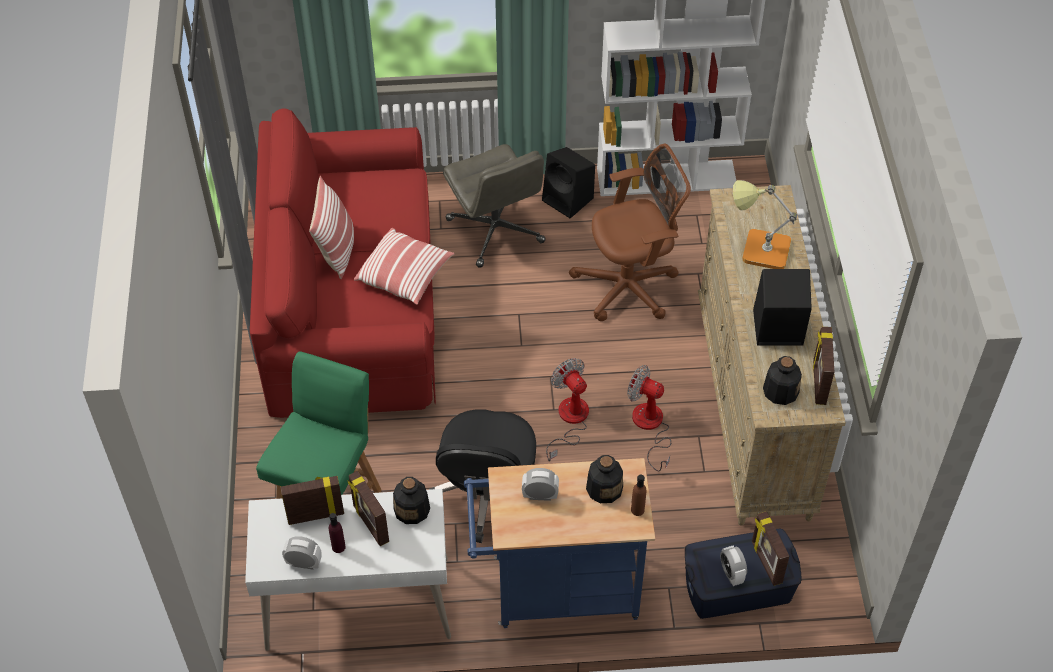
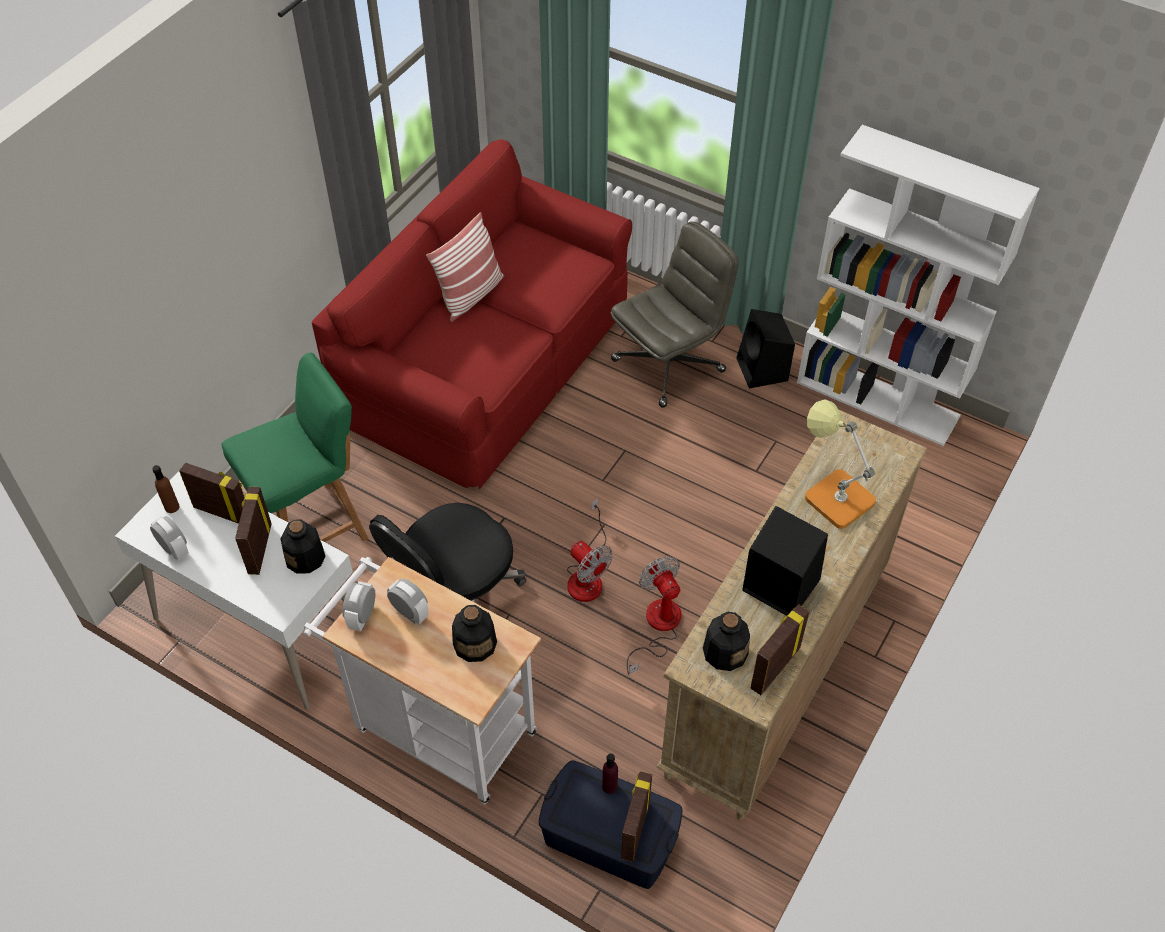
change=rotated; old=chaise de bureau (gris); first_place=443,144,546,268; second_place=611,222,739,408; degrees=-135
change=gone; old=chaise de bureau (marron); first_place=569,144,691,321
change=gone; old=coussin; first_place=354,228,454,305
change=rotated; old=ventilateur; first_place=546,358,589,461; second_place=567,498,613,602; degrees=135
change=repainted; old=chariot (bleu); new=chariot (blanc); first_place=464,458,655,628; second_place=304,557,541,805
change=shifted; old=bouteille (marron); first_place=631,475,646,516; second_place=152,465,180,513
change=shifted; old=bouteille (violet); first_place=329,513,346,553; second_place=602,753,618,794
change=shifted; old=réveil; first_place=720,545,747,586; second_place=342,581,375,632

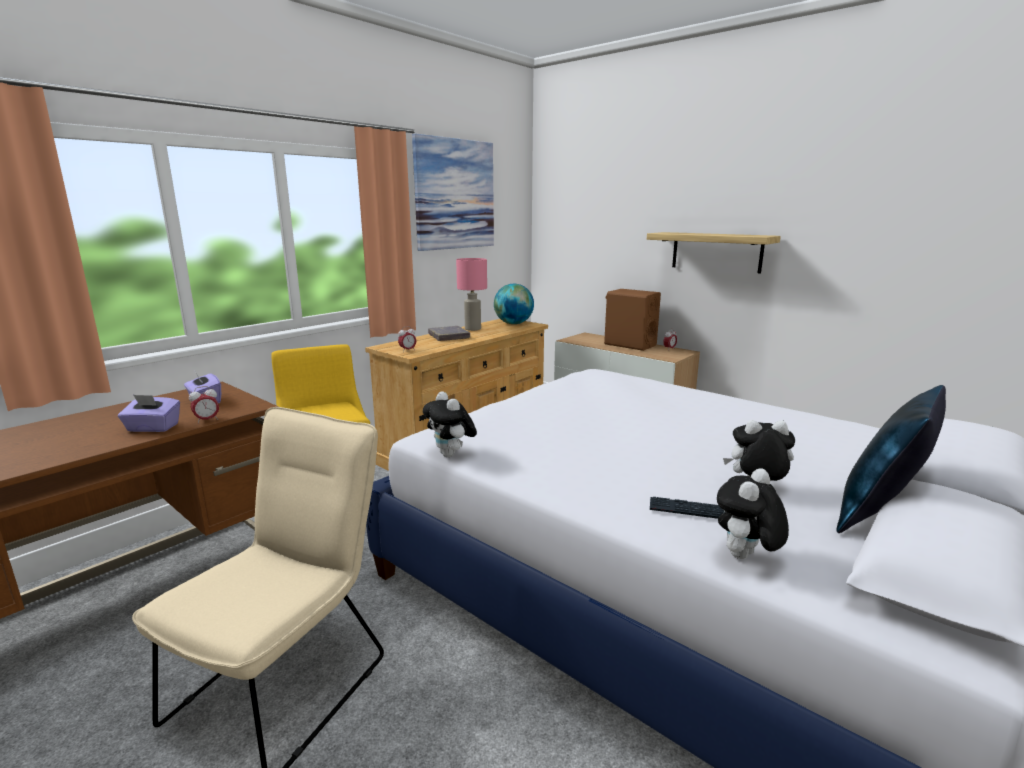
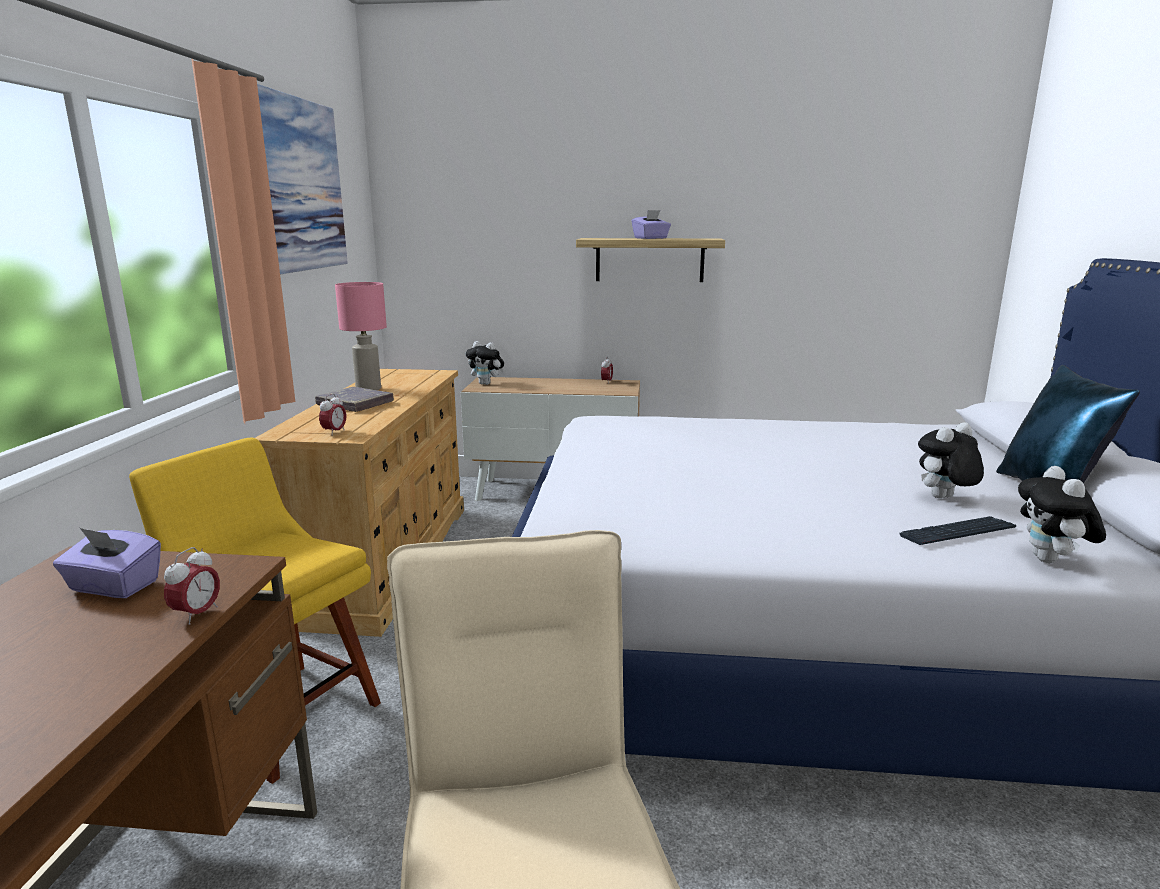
change=gone; old=globe; first_place=494,284,534,324
change=gone; old=enceinte (marron); first_place=604,289,661,351
change=shifted; old=peluche; first_place=423,391,477,457; second_place=466,341,504,385
change=shifted; old=boîte à mouchoirs (violet); first_place=118,395,180,432; second_place=632,210,671,239

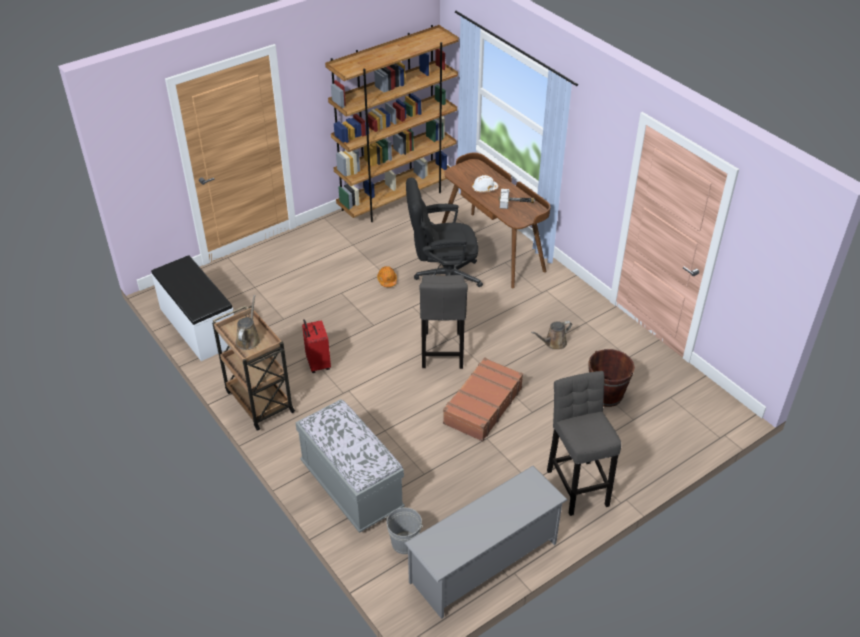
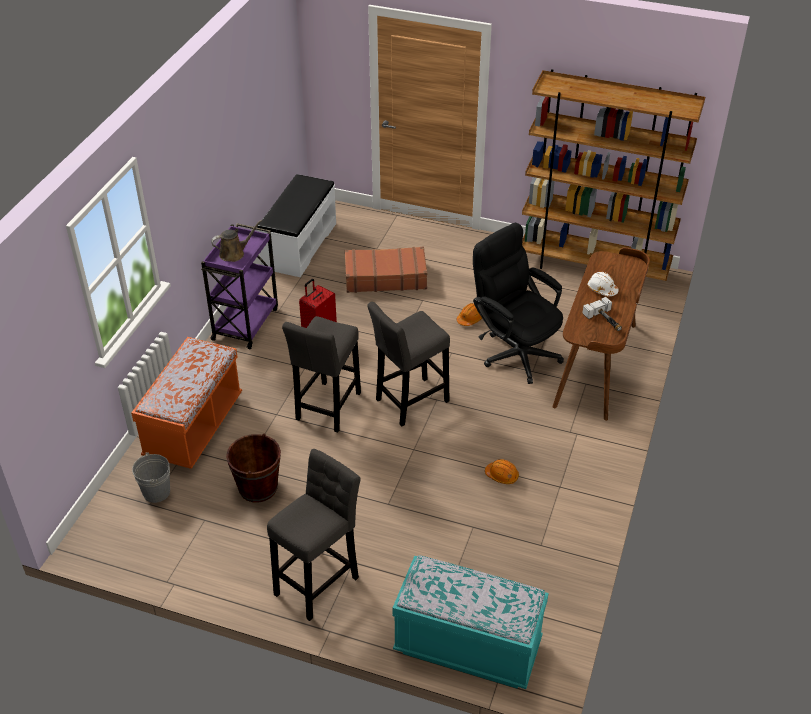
change=repainted; old=chariot (marron); new=chariot (violet); first_place=212,306,295,431; second_place=201,223,278,349
change=swapped; old=arrosoir (marron); new=casque de chantier (orange); first_place=531,321,572,350; second_place=485,459,519,484
change=shifted; old=seau (marron); first_place=588,349,635,407; second_place=226,433,281,502
change=shifted; old=valise (marron); first_place=443,357,523,442; second_place=345,247,427,293
change=repainted; old=banc (gris); new=banc (orange); first_place=295,399,405,533; second_place=131,337,242,469
change=gone; old=étagère à chaussures (gris); first_place=405,466,568,619
change=new; new=tabouret (gris); second_place=282,316,361,432
change=new; new=banc (turquoise); second_place=393,555,549,689

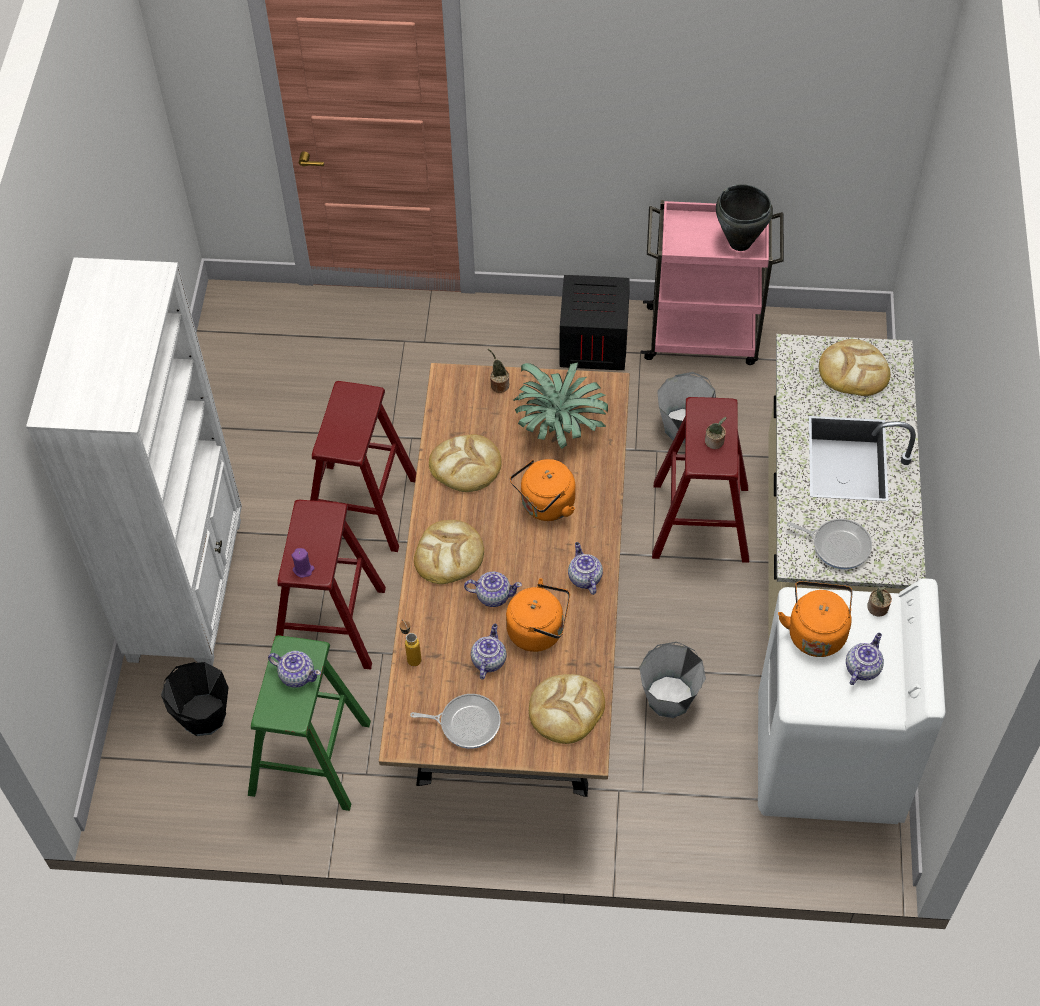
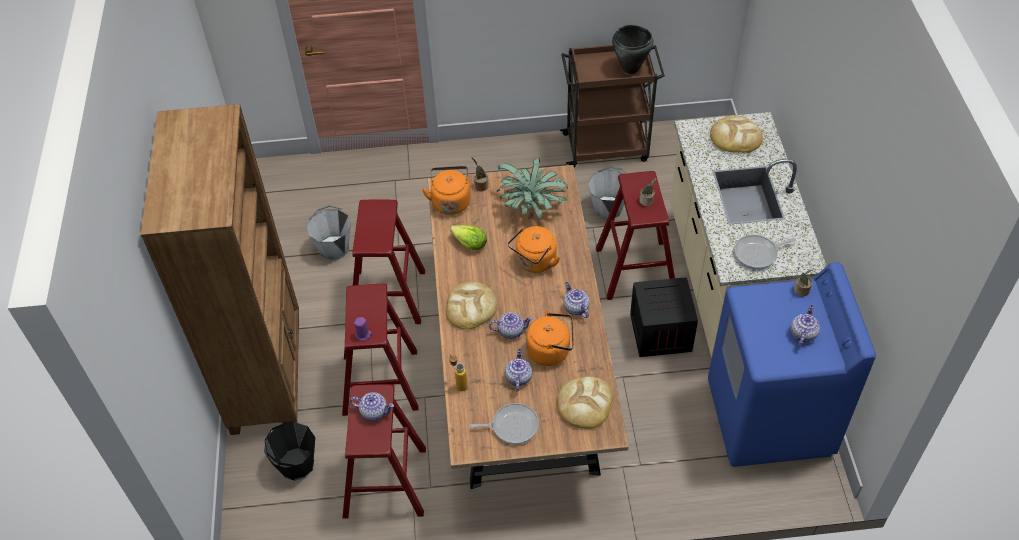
change=repainted; old=chariot (rose); new=chariot (marron); first_place=640,200,784,365; second_place=560,45,665,168
change=repainted; old=bibliothèque (blanc); new=bibliothèque (marron); first_place=26,257,242,666; second_place=141,104,299,435
change=shifted; old=caisse; first_place=559,275,630,370; second_place=630,277,698,357
change=swapped; old=pain; new=laitue; first_place=429,434,502,492; second_place=450,225,487,250
change=rotated; old=poêle; first_place=787,519,872,569; second_place=734,235,796,270; degrees=150
change=repainted; old=lave-linge (blanc); new=lave-linge (bleu); first_place=758,578,946,824; second_place=708,262,876,467
change=shifted; old=bouilloire (orange); first_place=778,581,853,657; second_place=422,166,470,215
change=repainted; old=tabouret (vert); new=tabouret (rouge); first_place=248,635,371,811; second_place=342,384,426,519
change=shifted; old=seau (gris); first_place=639,642,706,718; second_place=306,206,351,260

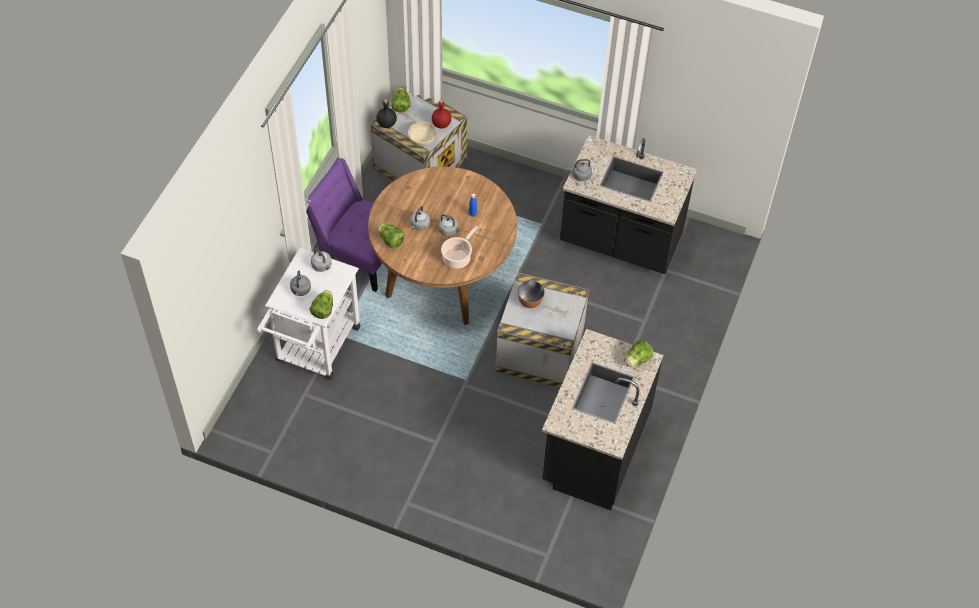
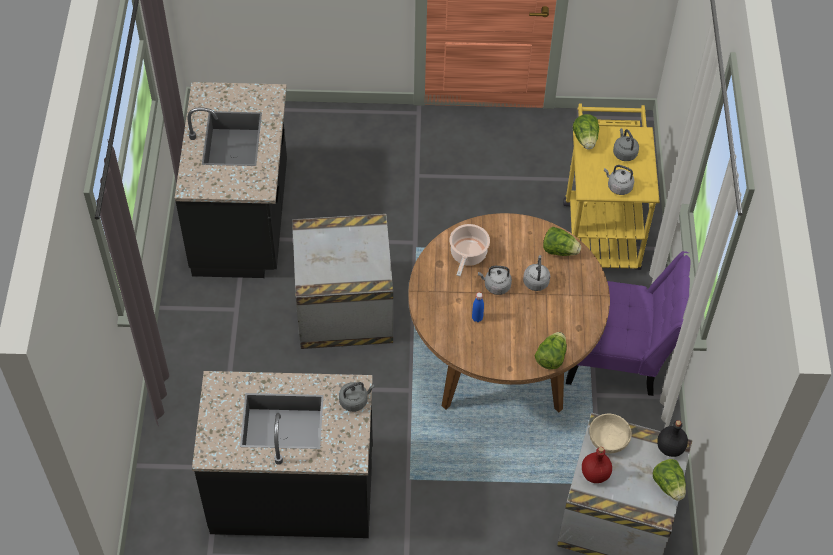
change=repainted; old=chariot (blanc); new=chariot (jaune); first_place=257,248,360,380; second_place=563,104,660,270
change=gone; old=bol; first_place=517,280,545,308
change=shifted; old=laitue; first_place=625,340,653,367; second_place=535,332,567,370

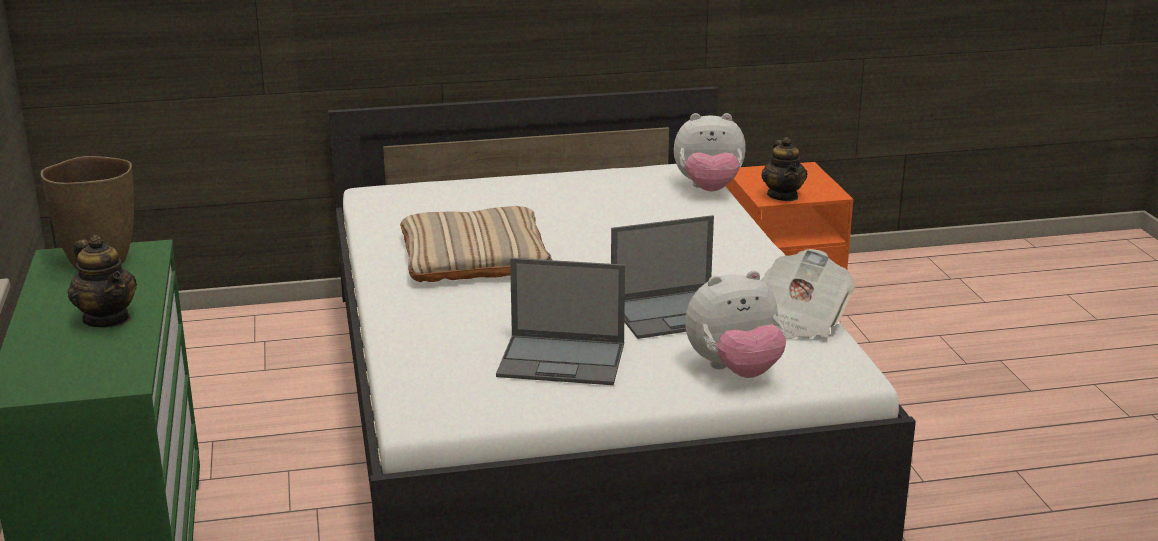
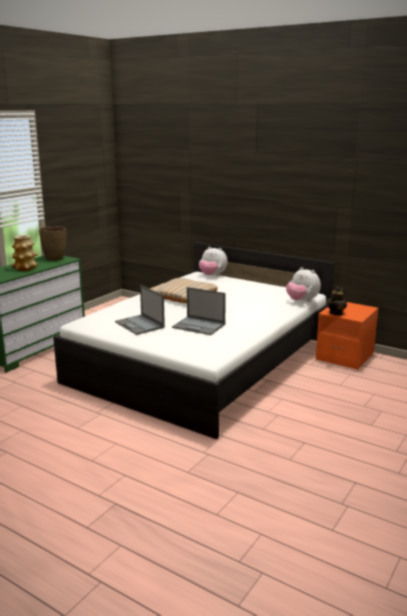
change=swapped; old=théière; new=vase; first_place=67,235,137,328; second_place=11,235,38,271
change=gone; old=journal; first_place=761,249,855,339
change=shifted; old=peluche; first_place=685,270,786,378; second_place=199,246,227,276

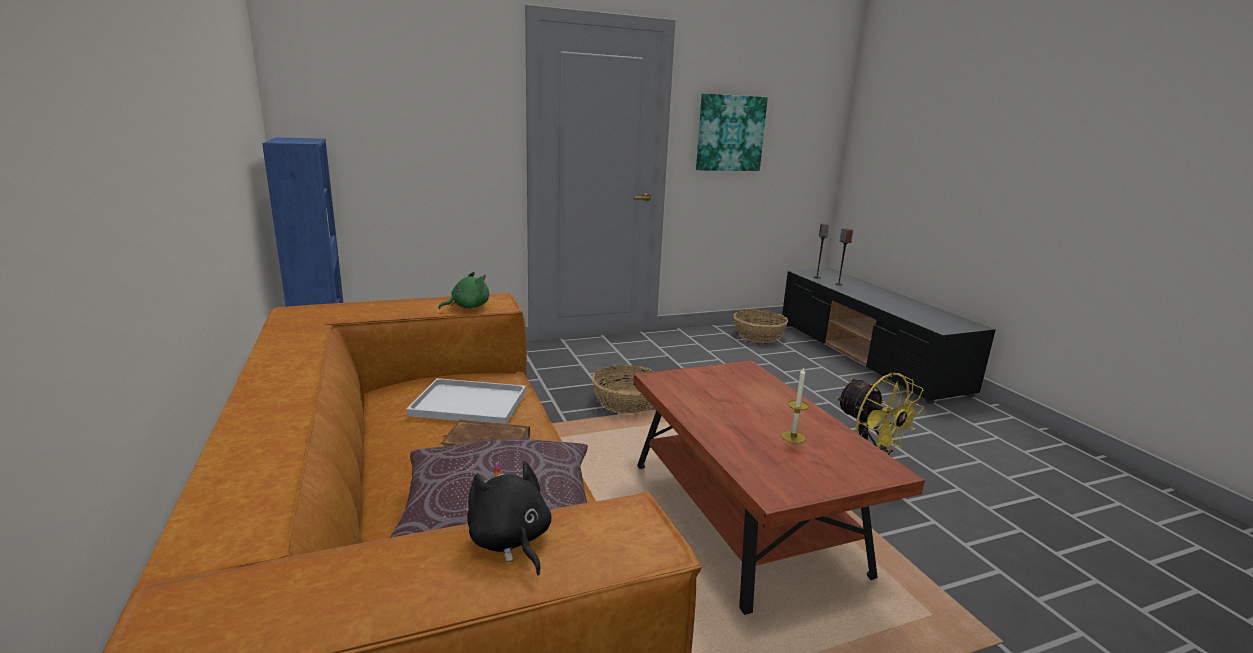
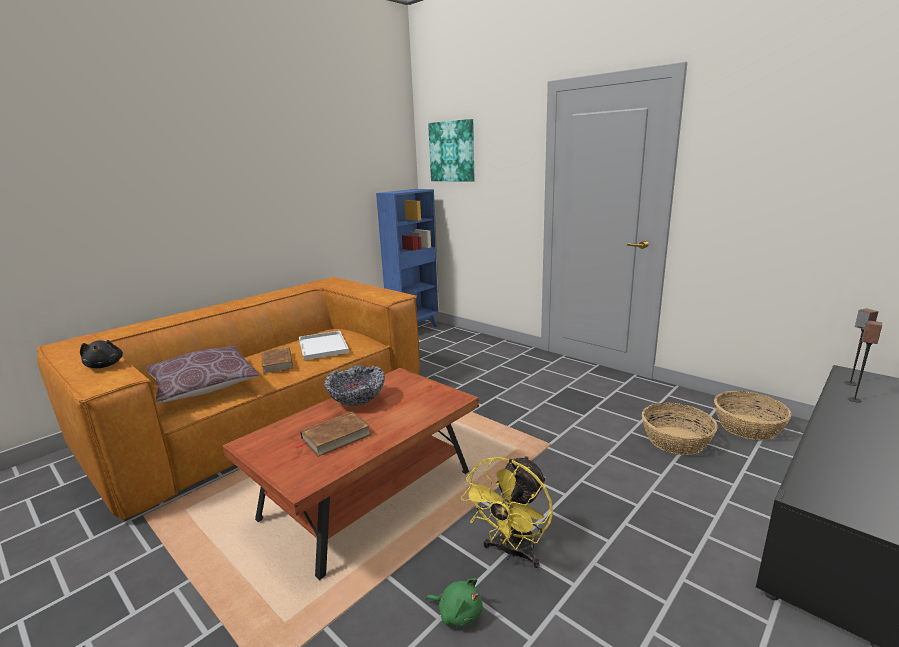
change=shifted; old=tableau; first_place=696,93,768,171; second_place=428,119,474,182
change=shifted; old=peluche (vert); first_place=439,272,489,309; second_place=426,578,482,627
change=shifted; old=panier; first_place=592,365,655,414; second_place=642,402,718,455
change=swapped; old=bougie; new=livre (marron); first_place=781,367,809,443; second_place=295,412,371,457
change=rotated; old=peluche (noir); first_place=467,461,552,575; second_place=80,340,123,368; degrees=120
change=new; new=bol; second_place=324,366,385,406

